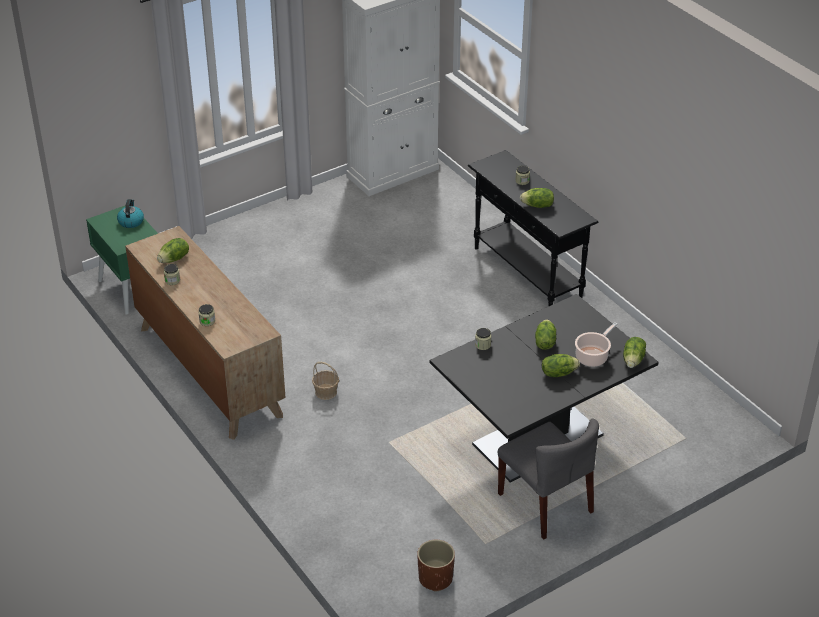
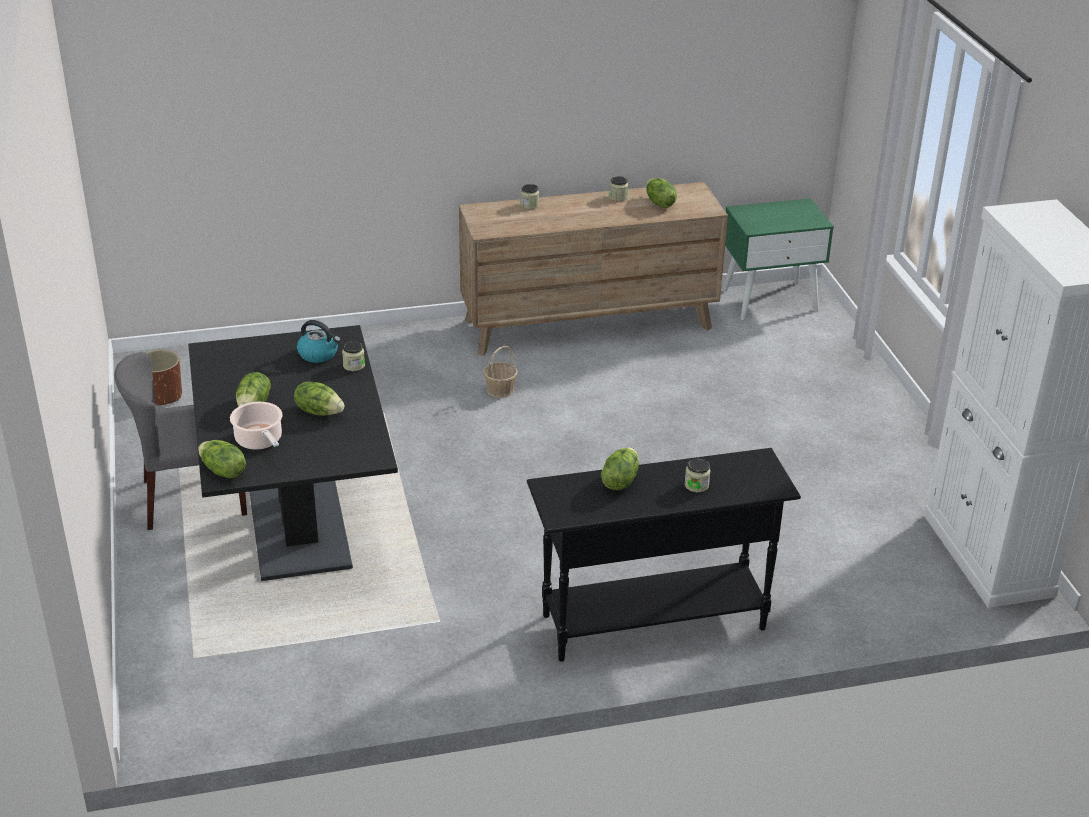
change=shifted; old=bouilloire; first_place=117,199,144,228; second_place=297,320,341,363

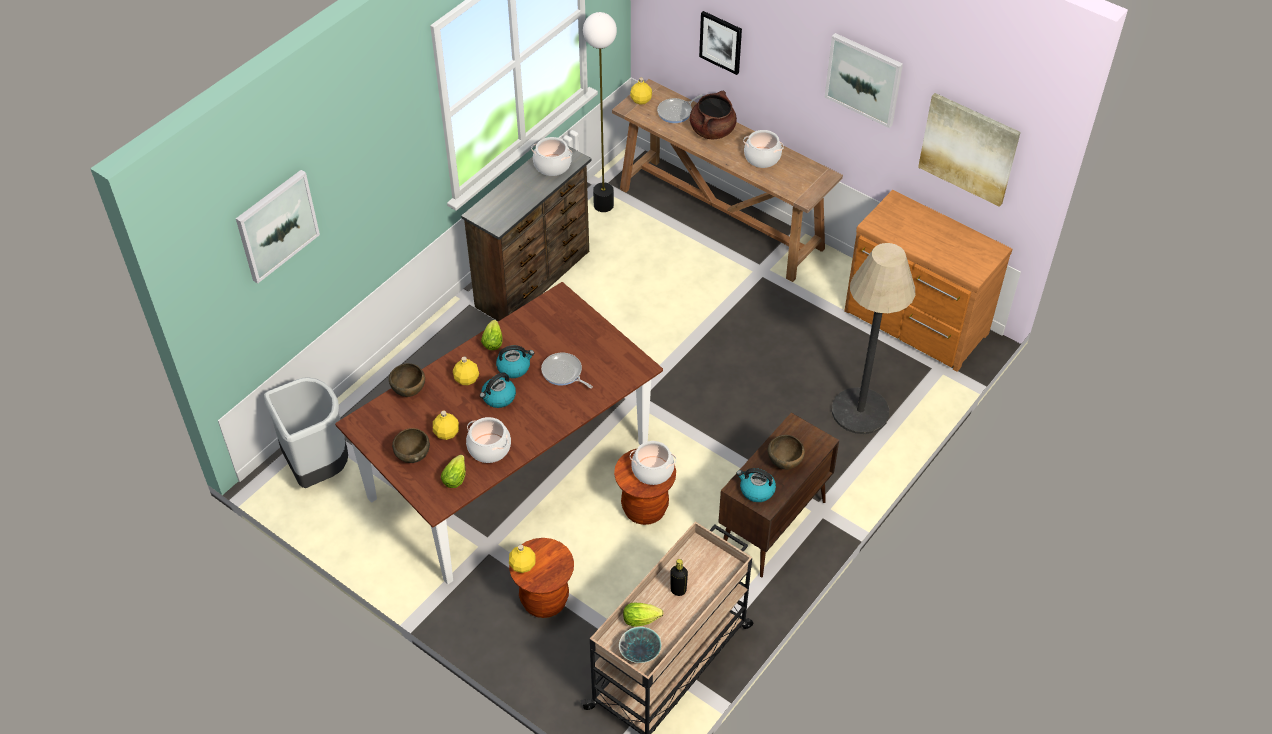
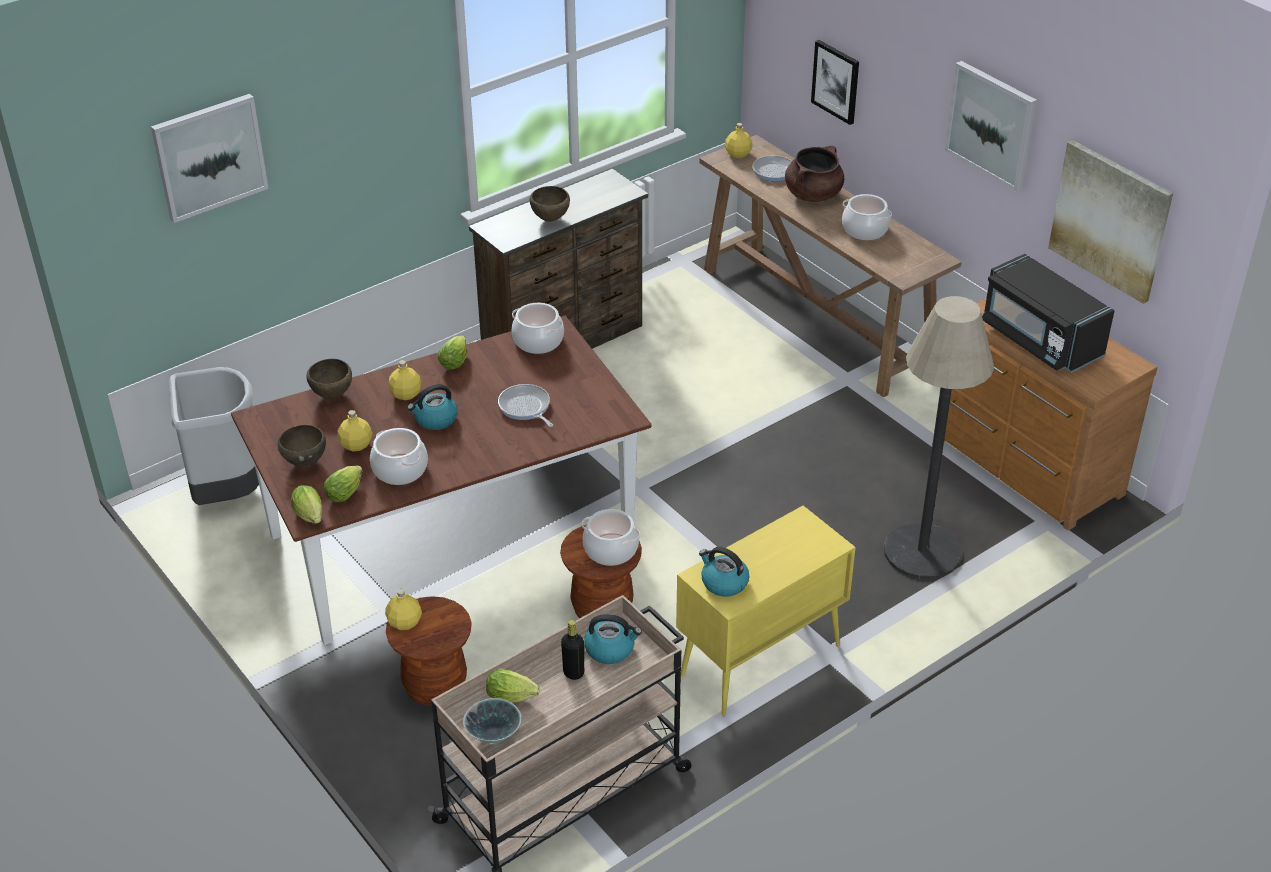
change=gone; old=lampadaire; first_place=583,12,617,212
change=shifted; old=marmite; first_place=531,137,572,176; second_place=512,303,564,354
change=shifted; old=bouilloire; first_place=496,345,535,378; second_place=584,614,642,664
change=repainted; old=meuble de rangement (marron); new=meuble de rangement (jaune); first_place=718,413,839,577; second_place=676,506,855,716
change=shifted; old=bol (marron); first_place=768,435,805,469; second_place=529,186,570,222
change=new; new=micro-ondes (noir); second_place=982,254,1115,373
change=new; new=laitue; second_place=291,485,322,524

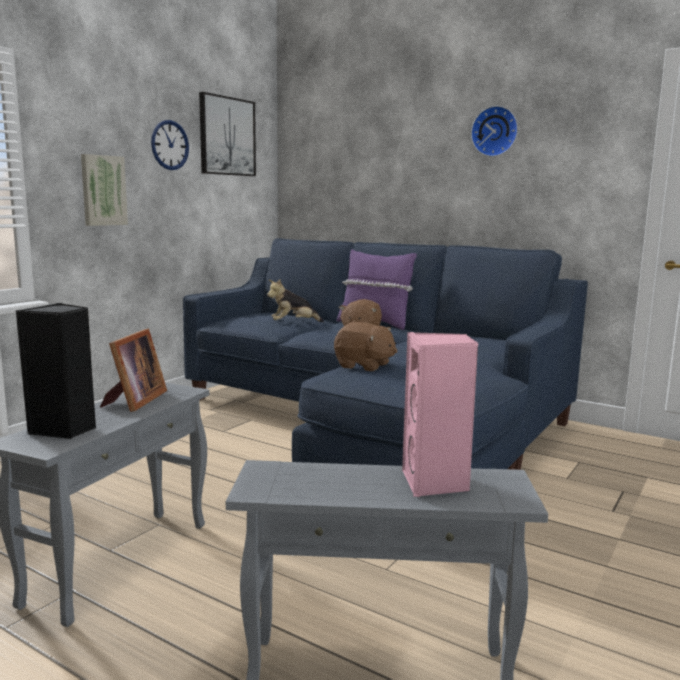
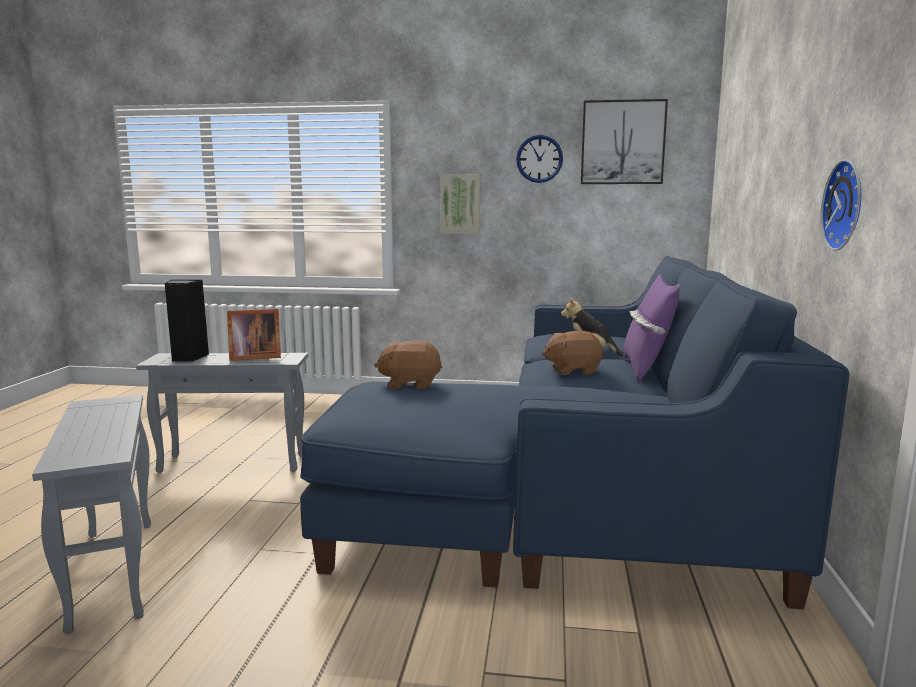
change=shifted; old=horloge murale; first_place=471,106,518,157; second_place=821,159,861,251
change=rotated; old=peluche (marron); first_place=334,322,398,371; second_place=374,340,442,389; degrees=90
change=gone; old=enceinte (rose); first_place=402,332,479,497

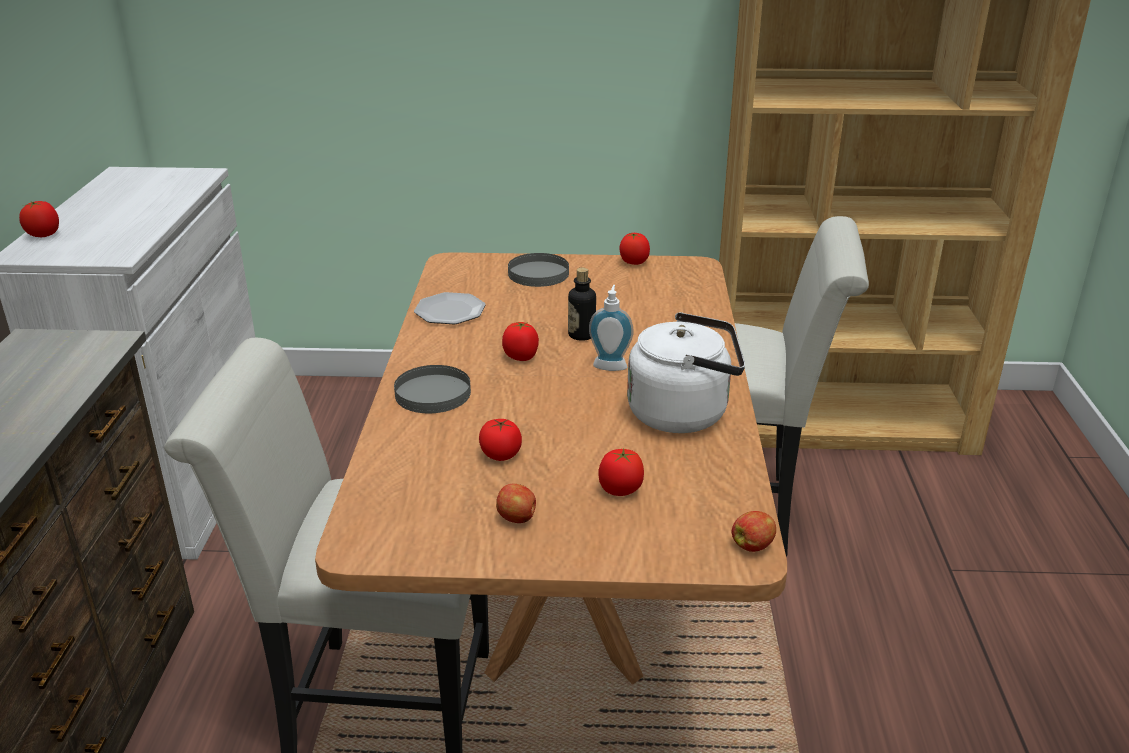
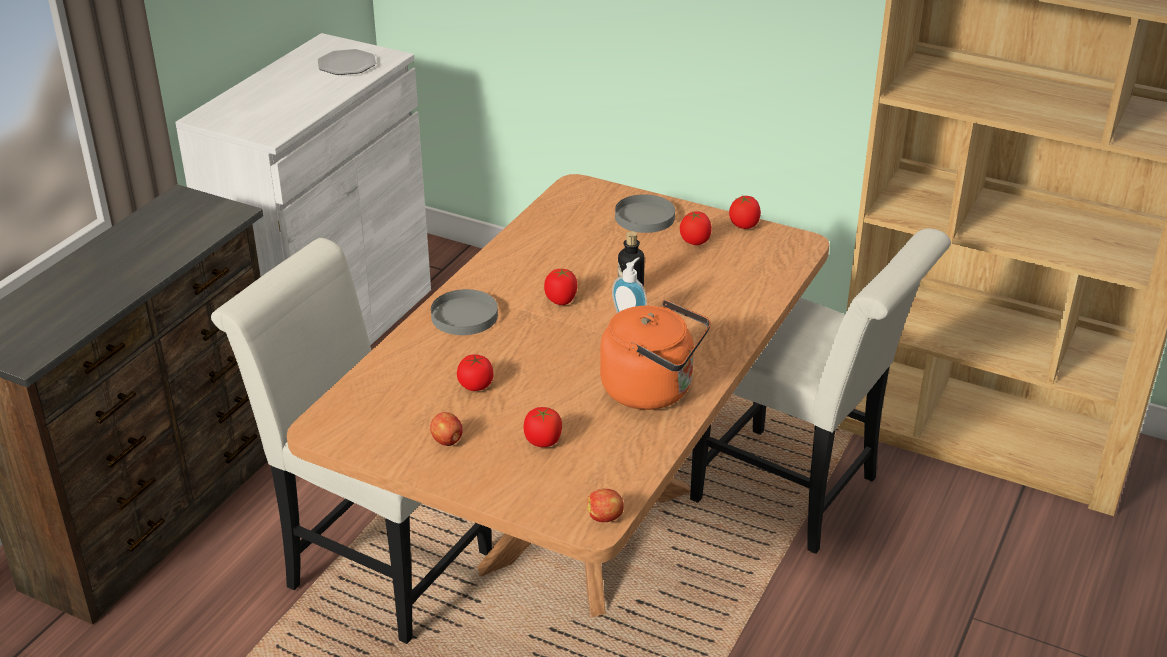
change=shifted; old=tomate; first_place=19,201,59,237; second_place=680,211,712,245
change=shifted; old=assiette; first_place=414,292,486,324; second_place=318,49,376,75
change=repainted; old=bouilloire (blanc); new=bouilloire (orange); first_place=627,312,745,433; second_place=600,300,711,410

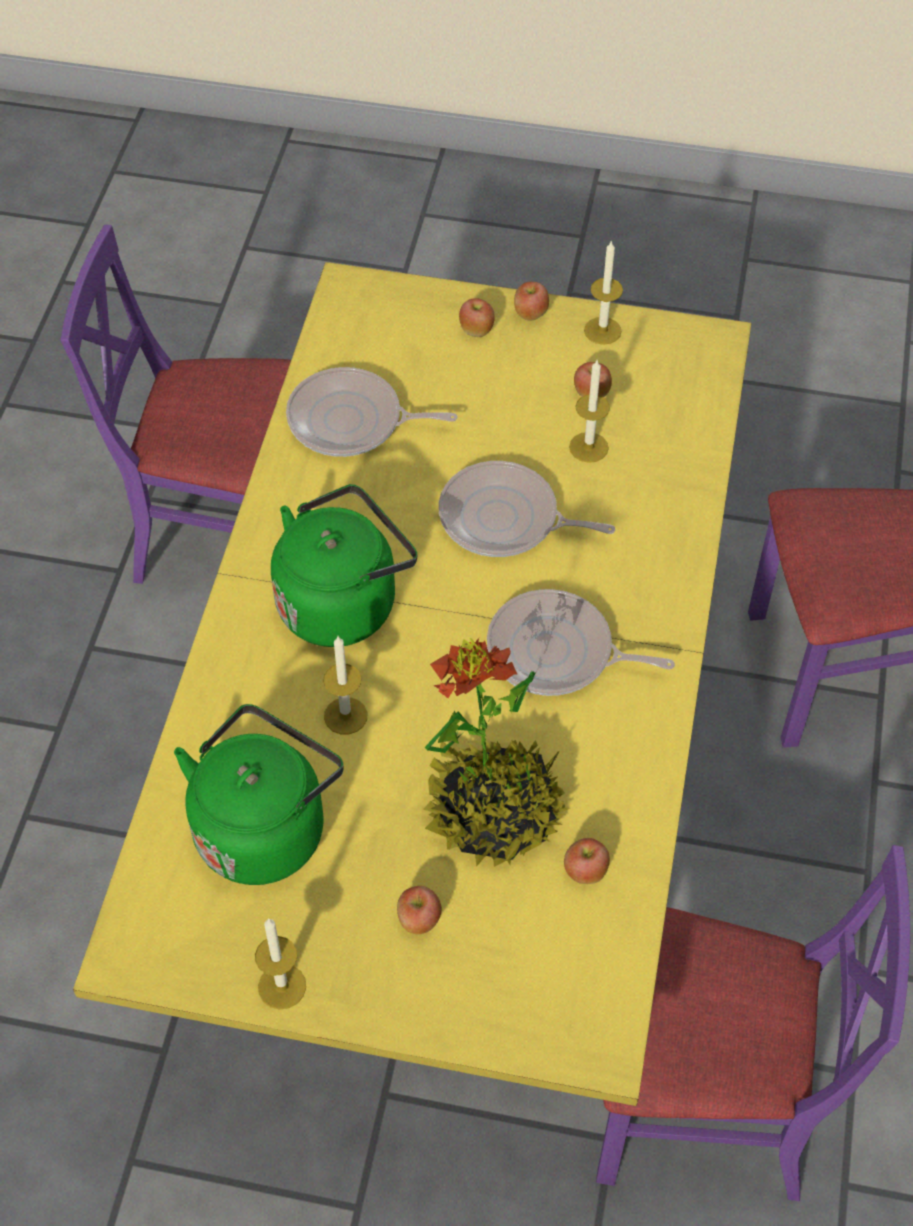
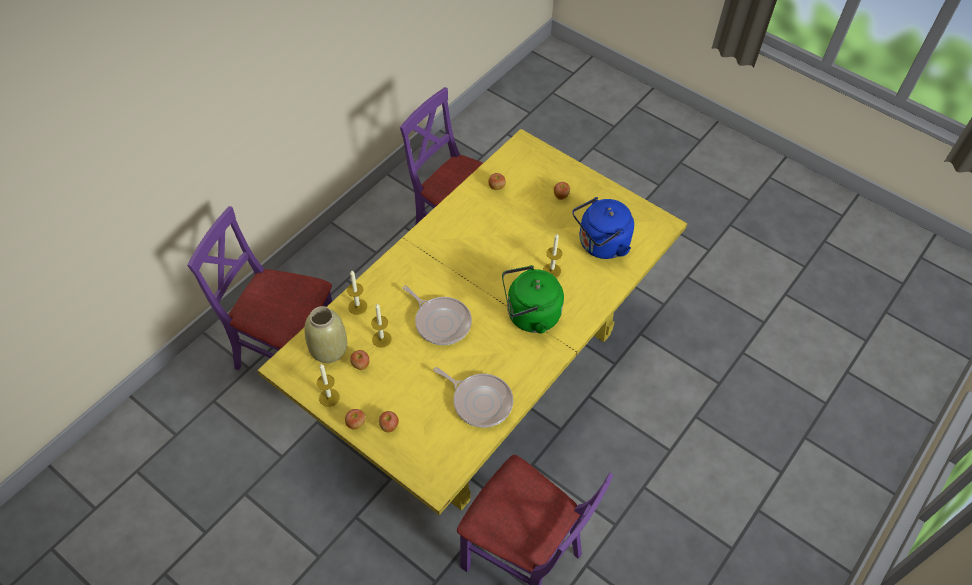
change=gone; old=poêle; first_place=487,589,675,696
change=gone; old=plante en pot; first_place=423,638,569,867
change=repainted; old=bouilloire (vert); new=bouilloire (bleu); first_place=174,704,344,885; second_place=572,197,634,259
change=shifted; old=bougie; first_place=255,918,306,1010; second_place=347,271,367,315
change=new; new=vase (beige); second_place=305,306,347,363

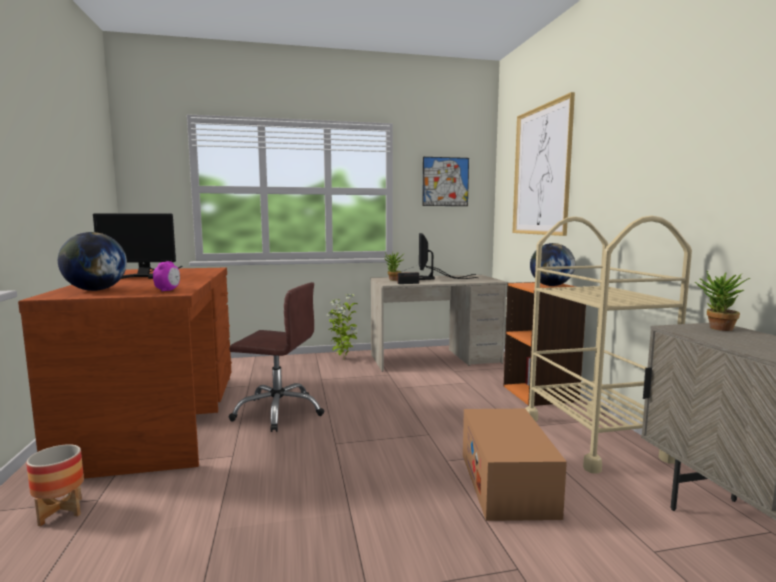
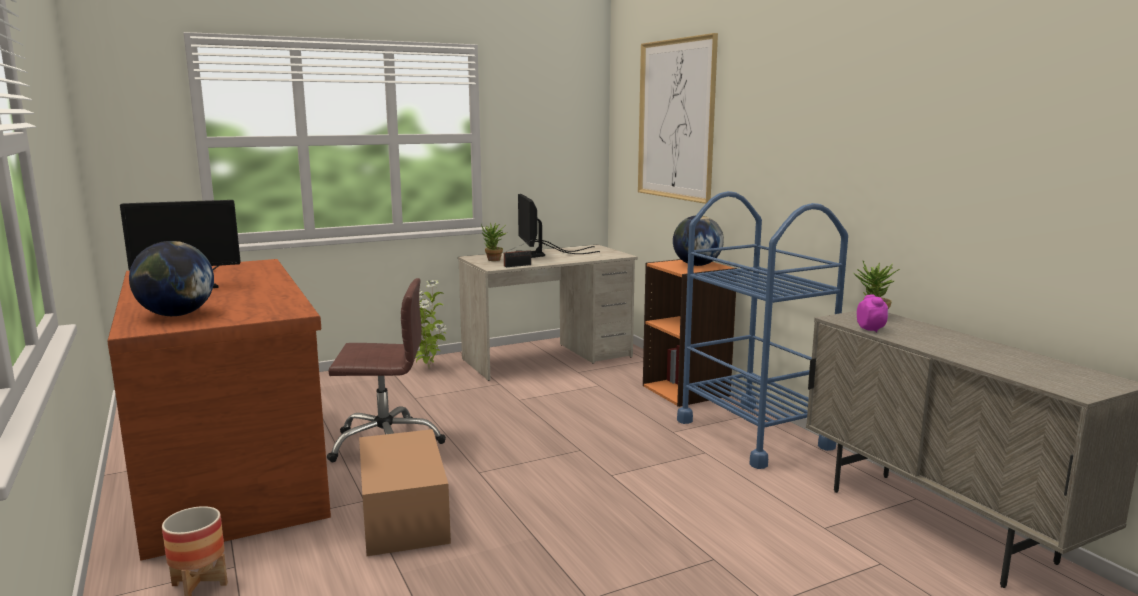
change=gone; old=tableau; first_place=422,157,469,206
change=repainted; old=chariot (beige); new=chariot (bleu); first_place=525,215,692,474; second_place=677,191,848,469
change=shifted; old=réveil; first_place=153,261,180,292; second_place=857,294,889,332
change=shifted; old=carton; first_place=463,409,567,521; second_place=359,429,451,556

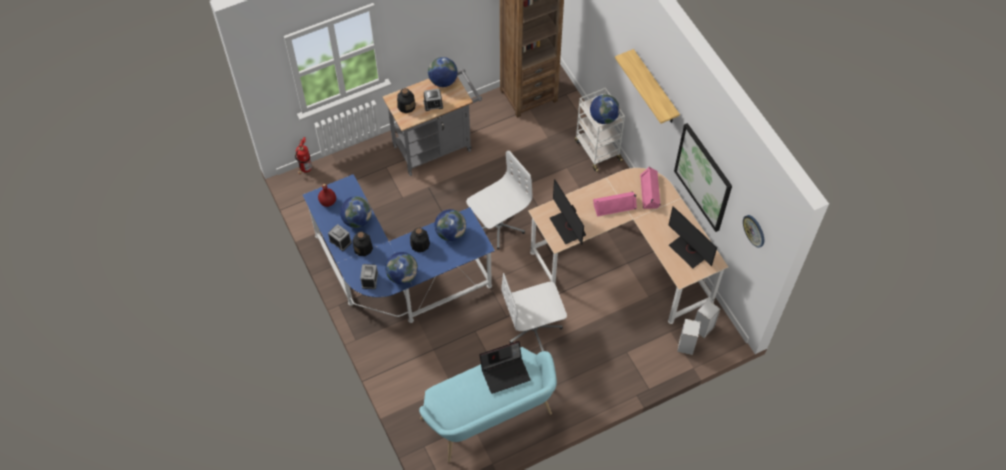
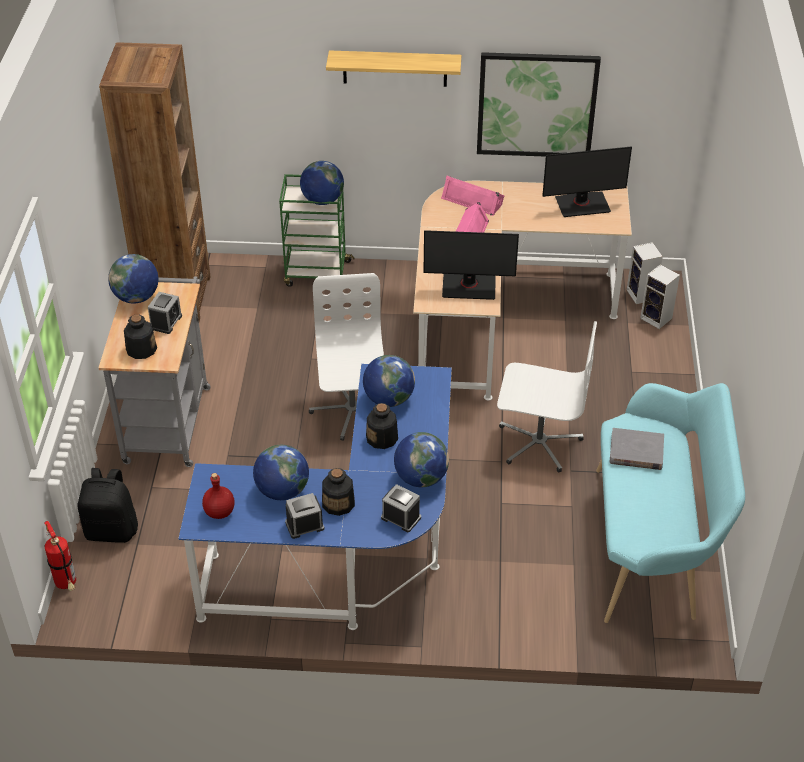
change=repainted; old=chariot (blanc); new=chariot (vert); first_place=575,87,625,172; second_place=279,174,354,287
change=gone; old=horloge murale; first_place=743,215,764,248
change=rotated; old=chaise de bureau (blanc); first_place=501,273,567,352; second_place=497,321,597,473; degrees=-90
change=swapped; old=ordinateur portable; new=livre (gris); first_place=479,341,531,394; second_place=610,428,664,470
change=new; new=sac à dos (noir); second_place=77,468,138,543

